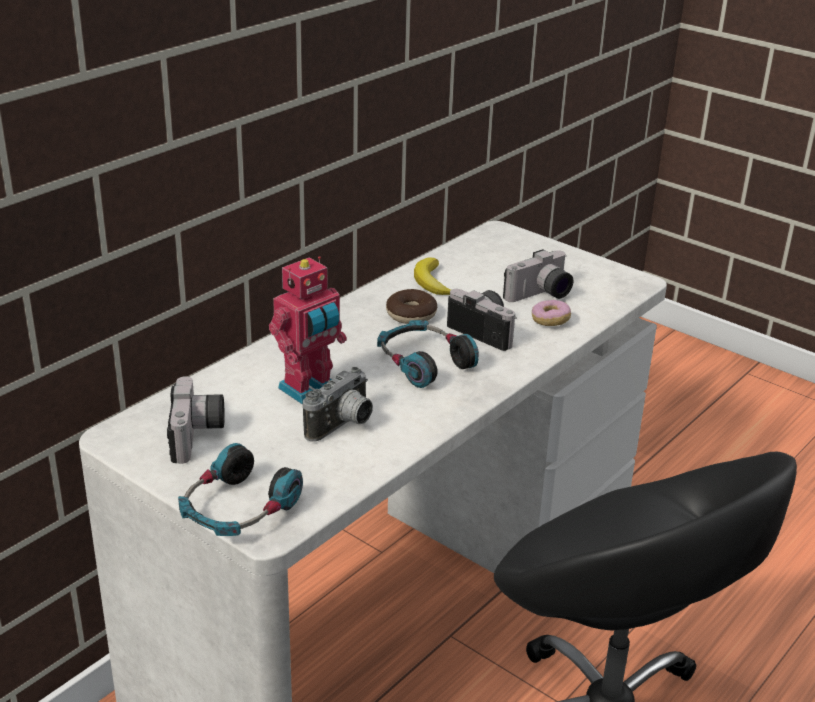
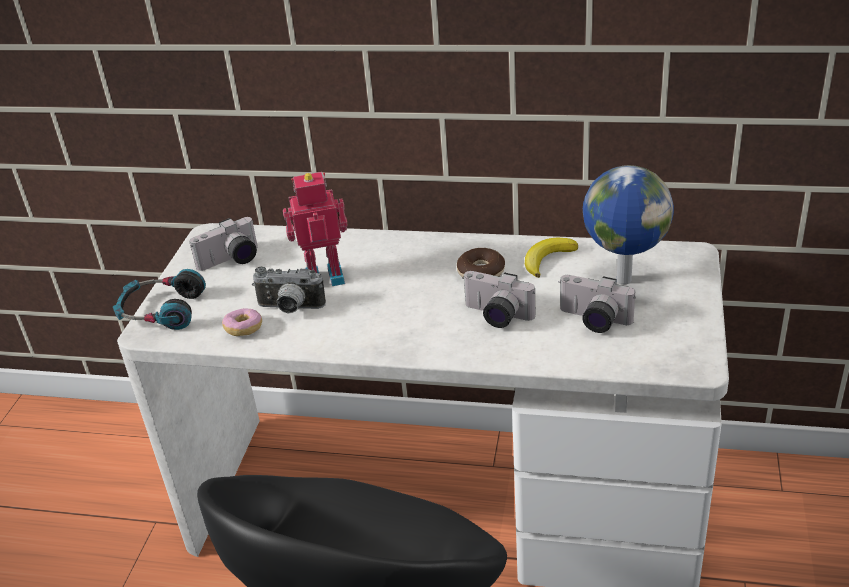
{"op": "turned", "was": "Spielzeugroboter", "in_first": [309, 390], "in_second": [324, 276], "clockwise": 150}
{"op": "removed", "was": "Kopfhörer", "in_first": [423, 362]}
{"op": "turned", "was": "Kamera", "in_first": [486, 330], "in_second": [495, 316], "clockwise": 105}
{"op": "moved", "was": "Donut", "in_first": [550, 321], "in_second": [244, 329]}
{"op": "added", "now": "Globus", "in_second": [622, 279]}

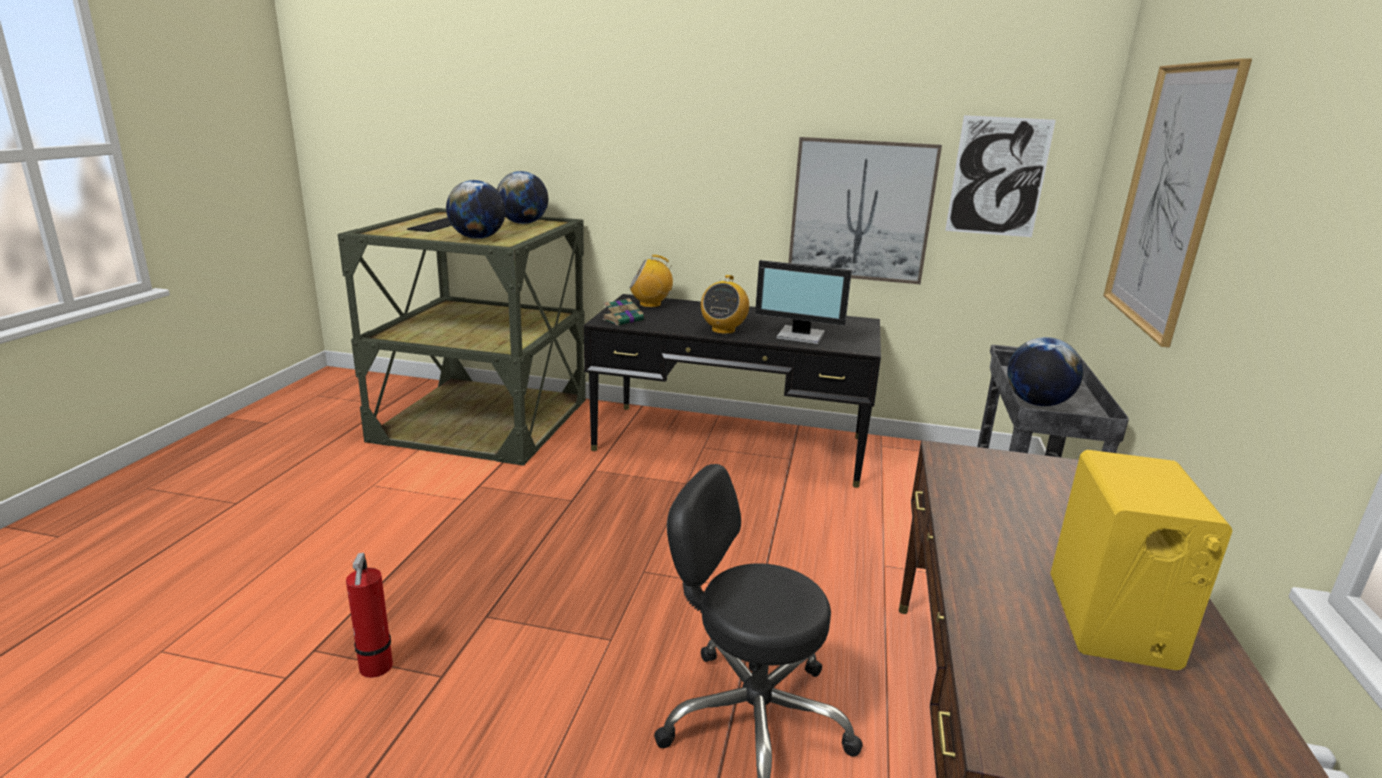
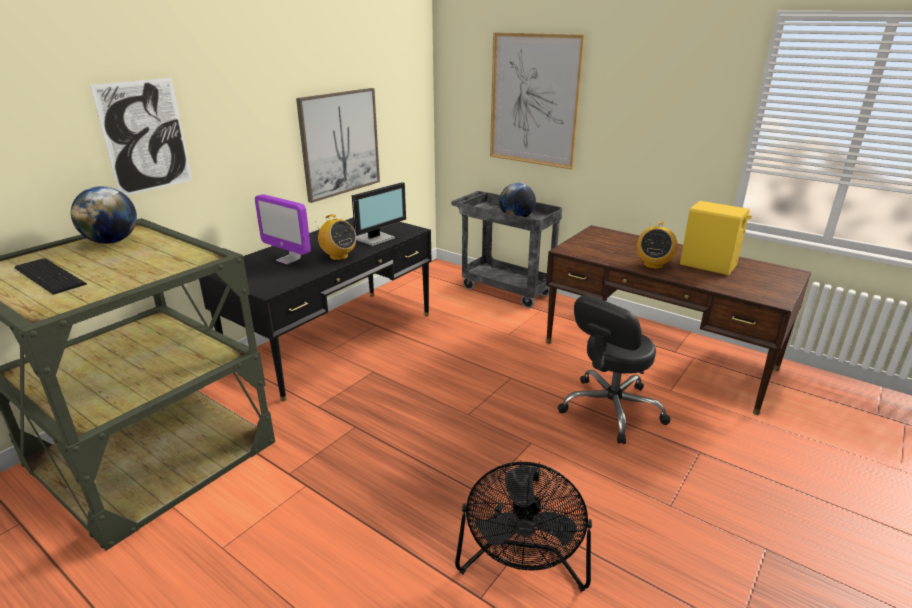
{"op": "replaced", "was": "Feuerlöscher", "now": "Ventilator/schwarz", "in_first": [375, 669], "in_second": [518, 559]}
{"op": "removed", "was": "Globus", "in_first": [478, 238]}
{"op": "removed", "was": "Buch", "in_first": [624, 320]}
{"op": "moved", "was": "Radio", "in_first": [650, 304], "in_second": [653, 265]}
{"op": "moved", "was": "Bild", "in_first": [998, 177], "in_second": [145, 136]}
{"op": "added", "now": "Monitor", "in_second": [288, 259]}

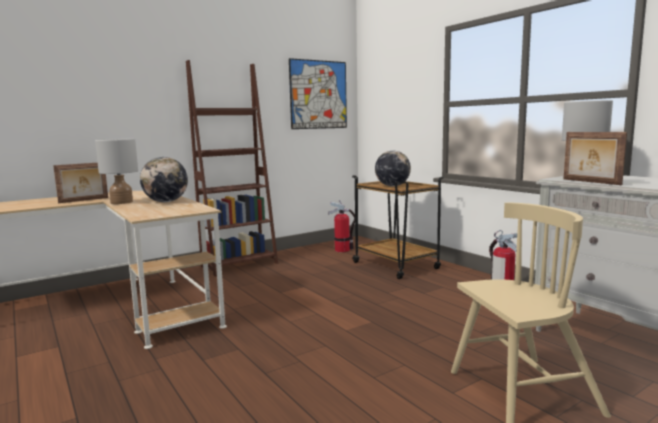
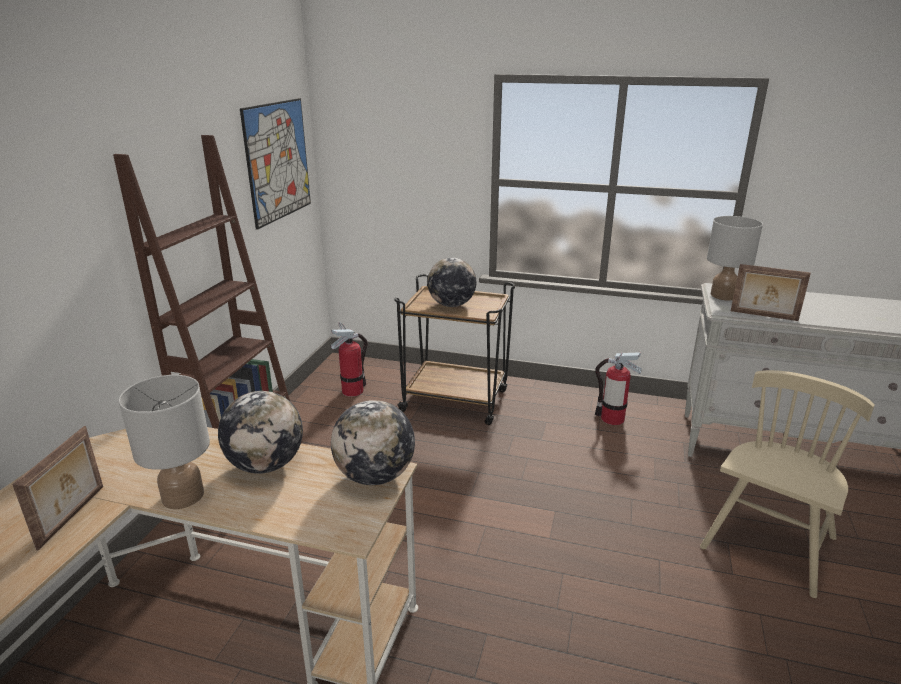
{"op": "added", "now": "Globus", "in_second": [375, 476]}

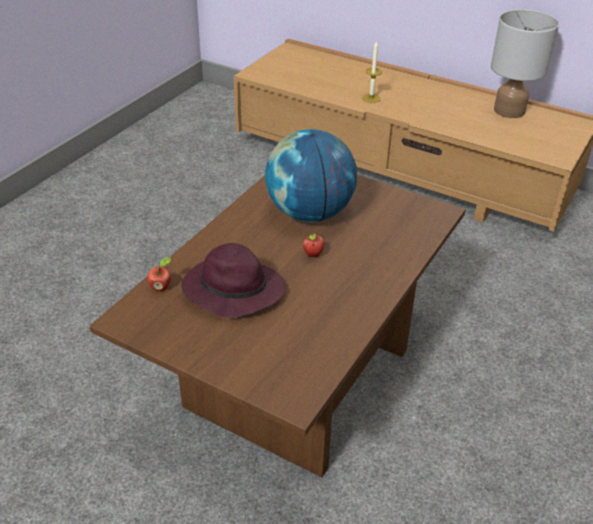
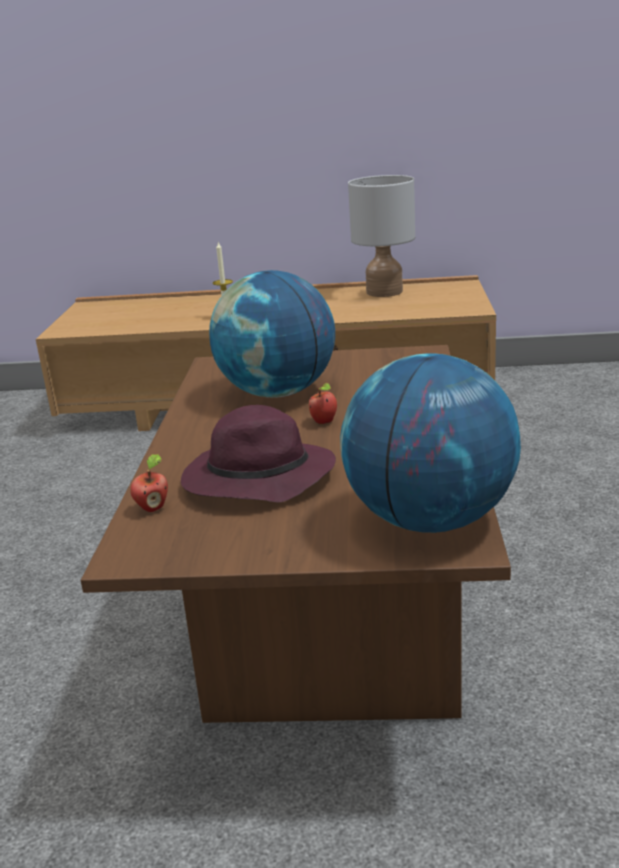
{"op": "added", "now": "Globus", "in_second": [430, 520]}

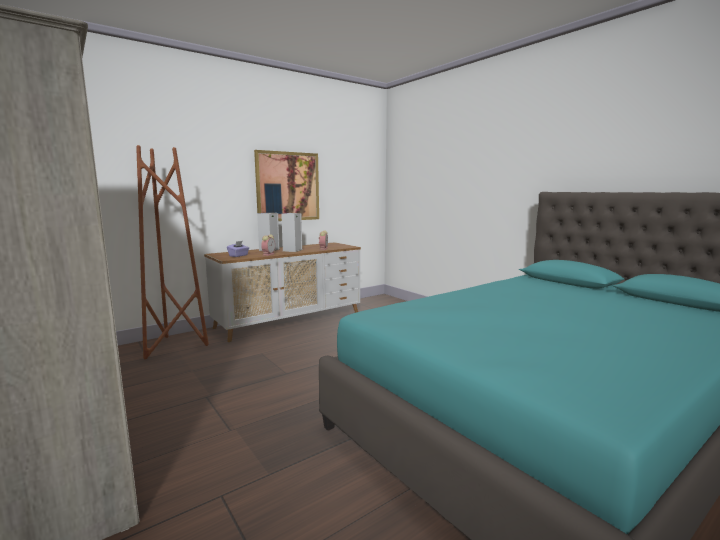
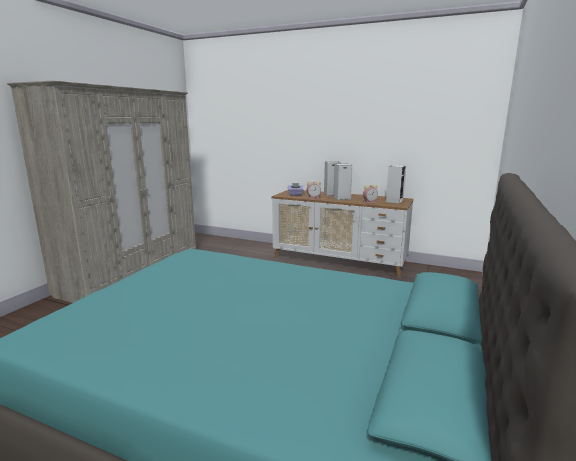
{"op": "removed", "was": "Kleiderständer/braun", "in_first": [174, 347]}
{"op": "removed", "was": "Bild", "in_first": [288, 186]}
{"op": "added", "now": "Lautsprecher", "in_second": [394, 201]}

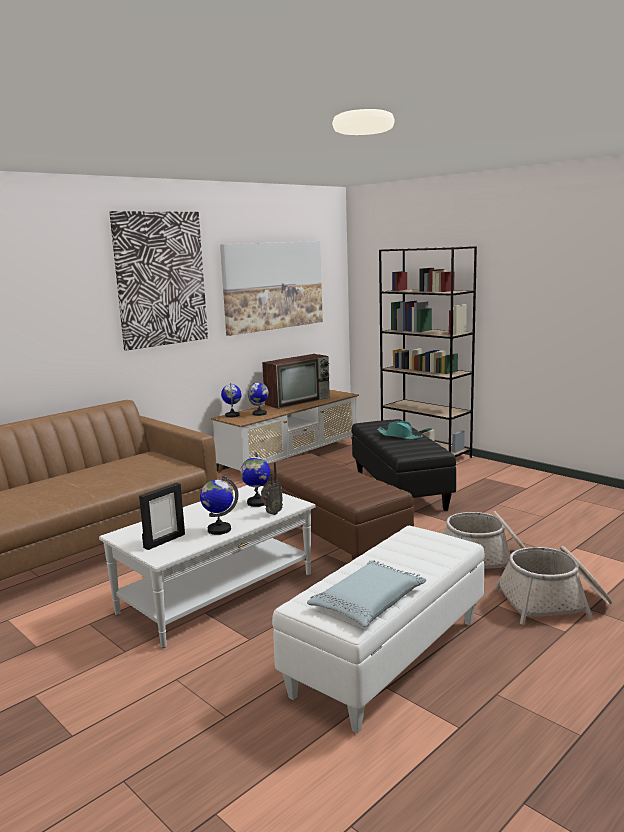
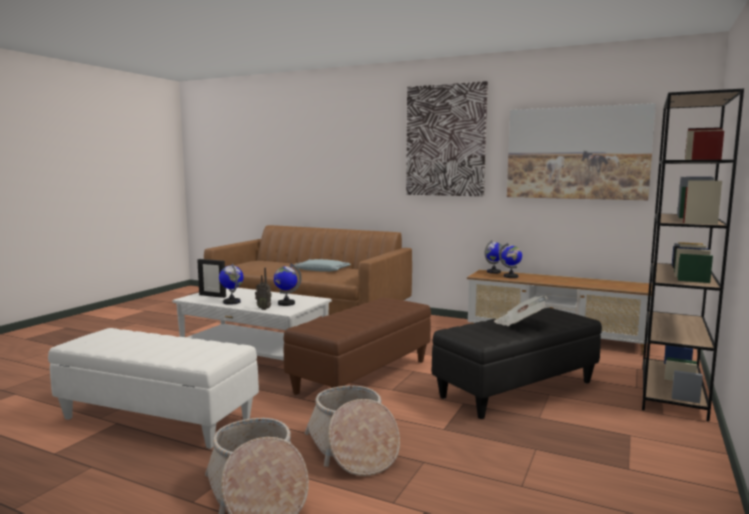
{"op": "removed", "was": "Fernseher", "in_first": [298, 401]}
{"op": "moved", "was": "Kissen/blau", "in_first": [368, 599], "in_second": [322, 269]}
{"op": "replaced", "was": "Hut/türkis", "now": "Zeitung", "in_first": [399, 436], "in_second": [520, 324]}

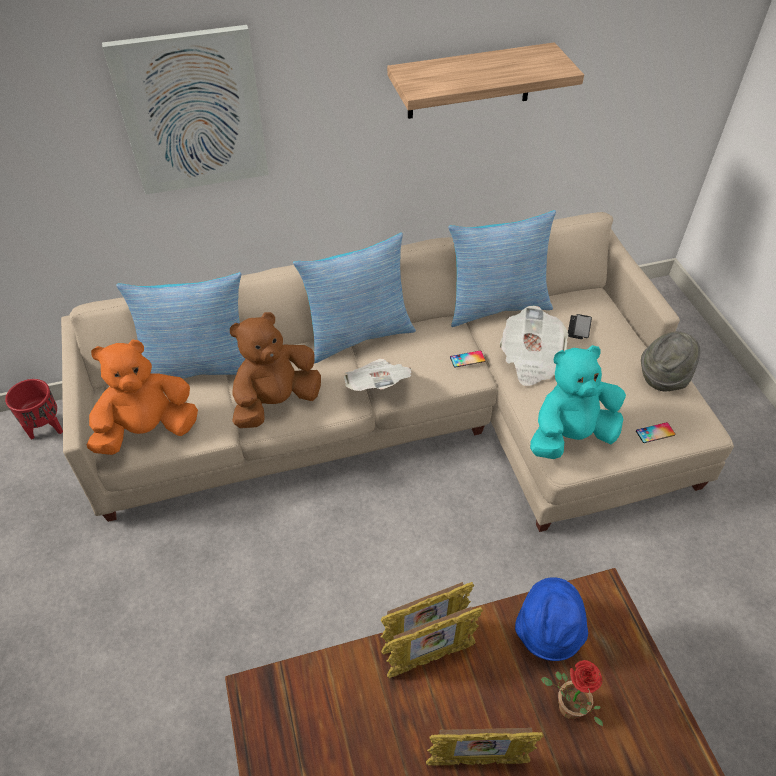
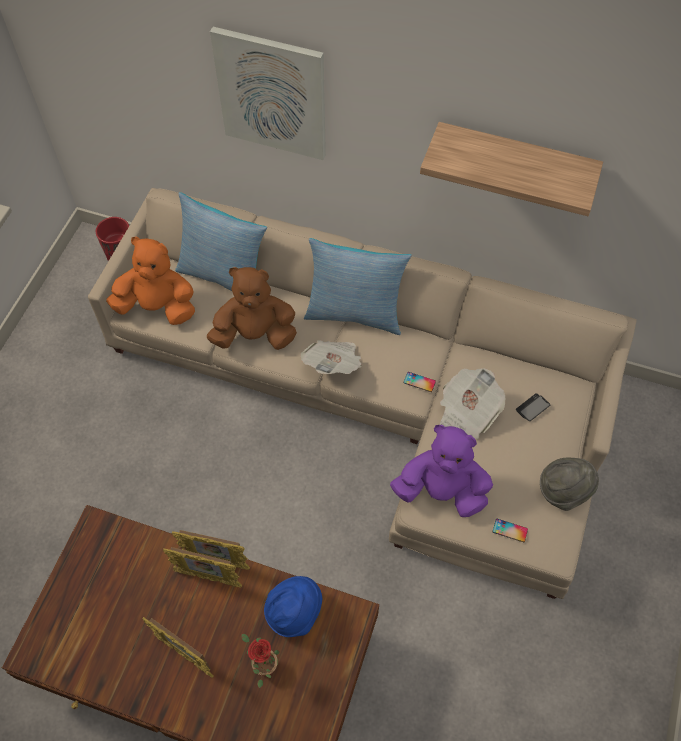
{"op": "removed", "was": "Kissen", "in_first": [496, 306]}
{"op": "recoloured", "was": "Plüschtier/türkis", "now": "Plüschtier/lila", "in_first": [570, 436], "in_second": [441, 491]}

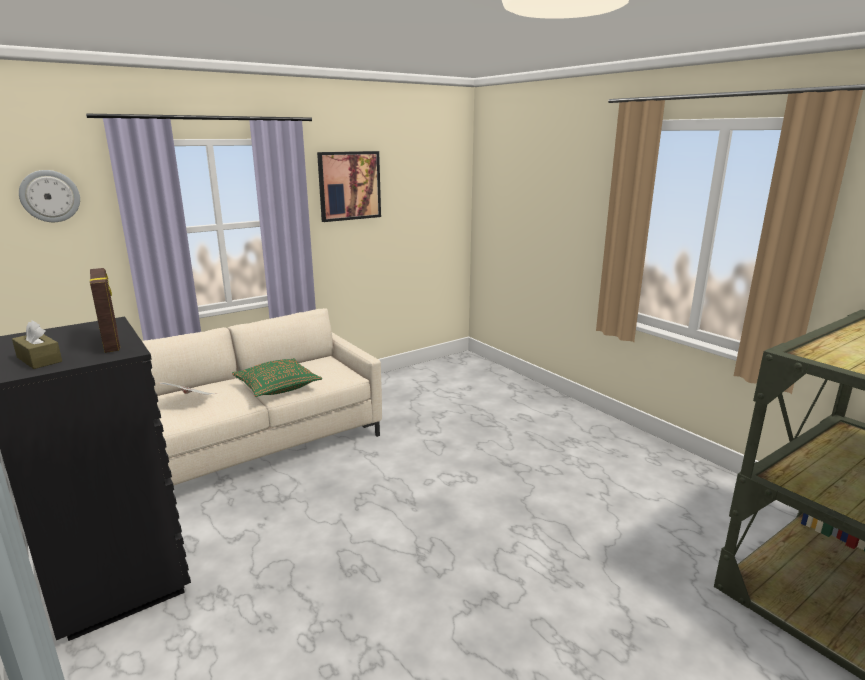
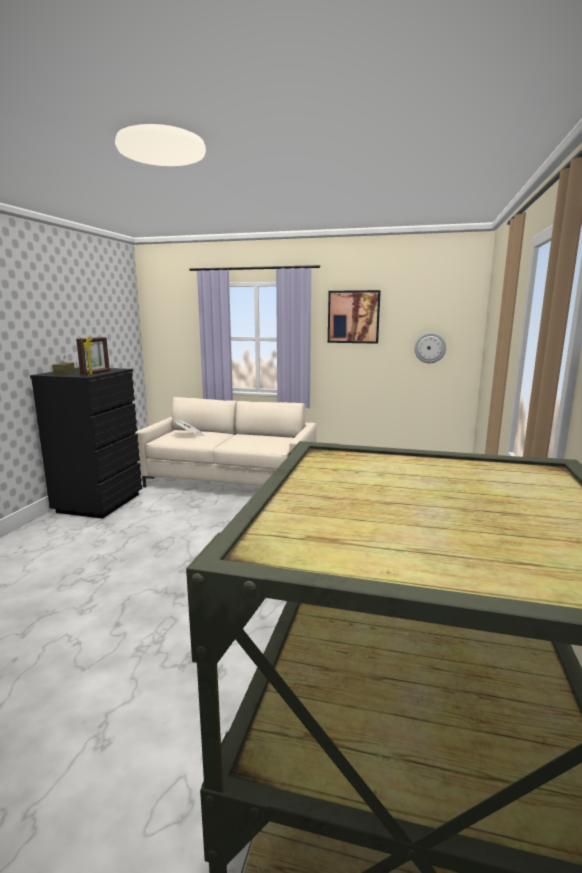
{"op": "moved", "was": "Wanduhr", "in_first": [50, 196], "in_second": [430, 347]}
{"op": "removed", "was": "Kissen/grün", "in_first": [277, 387]}

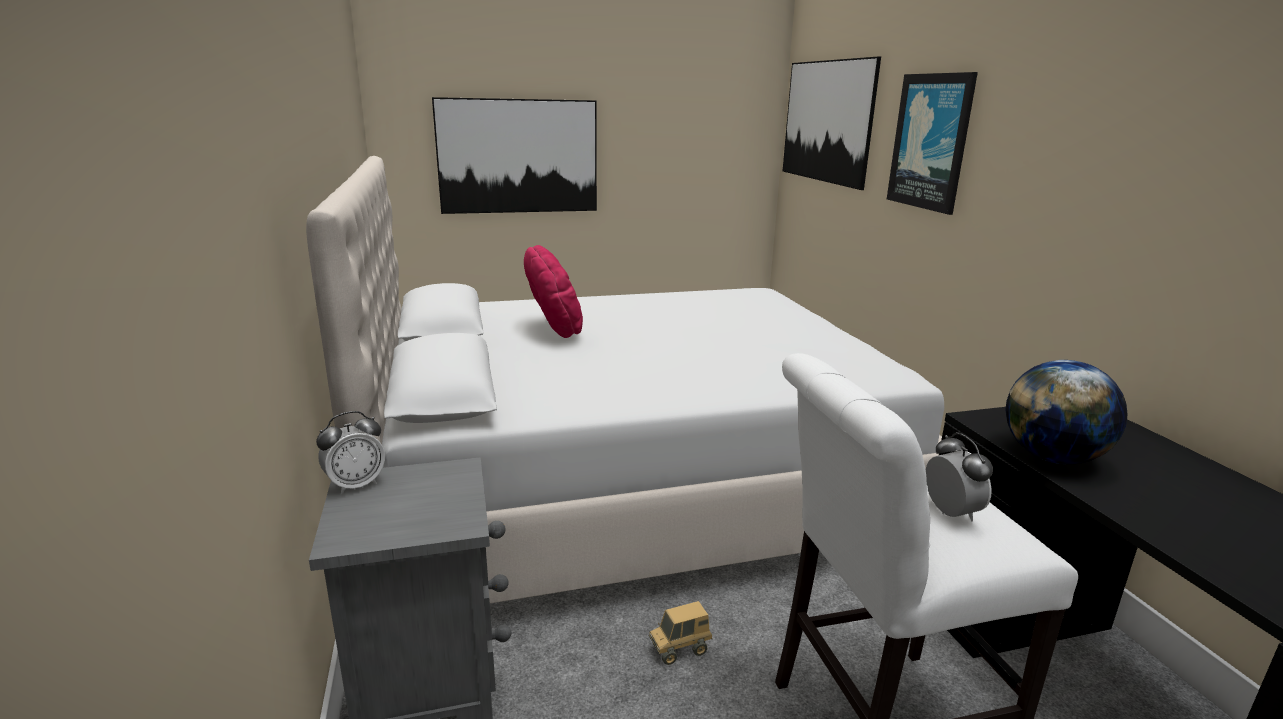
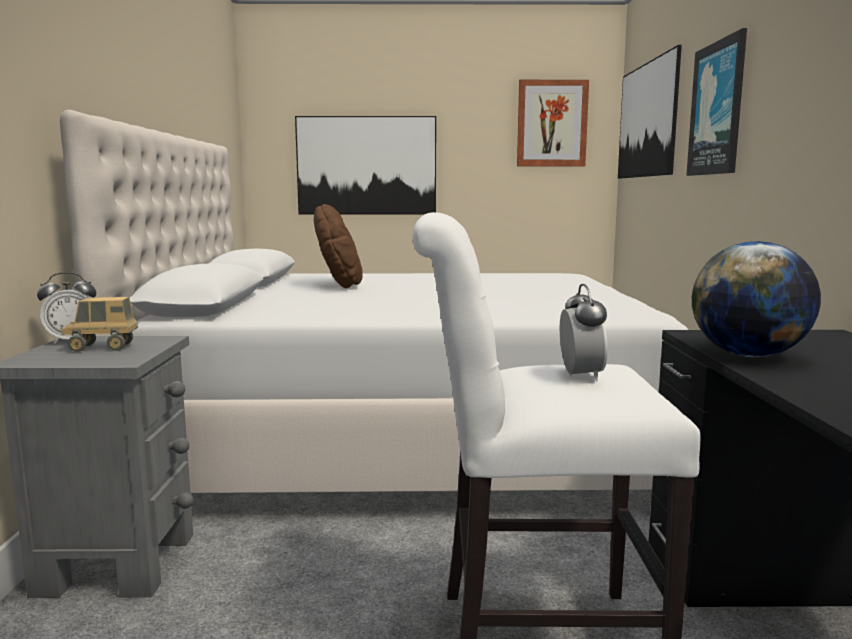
{"op": "recoloured", "was": "Kissen/rosa", "now": "Kissen/braun", "in_first": [553, 333], "in_second": [339, 286]}
{"op": "moved", "was": "Spielzeuglaster", "in_first": [680, 650], "in_second": [102, 348]}
{"op": "added", "now": "Bild", "in_second": [552, 123]}

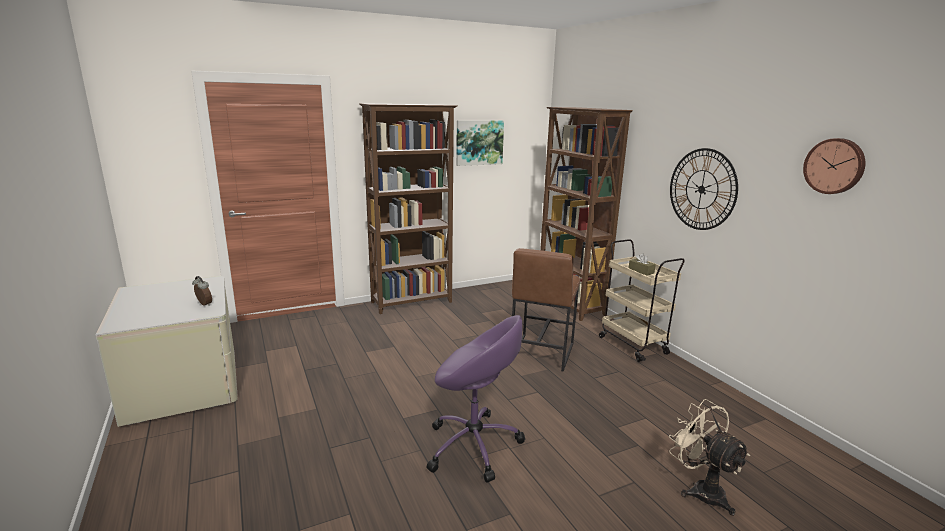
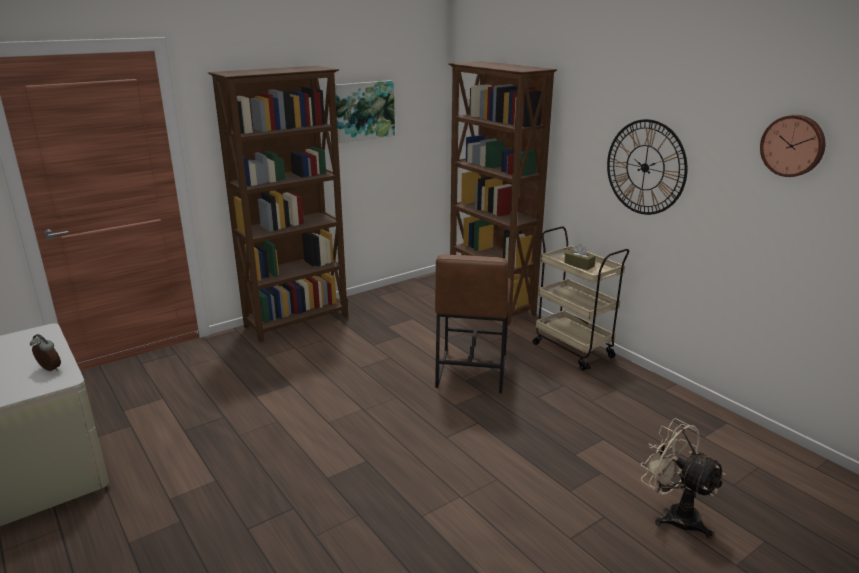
{"op": "removed", "was": "Bürostuhl/lila", "in_first": [475, 446]}

